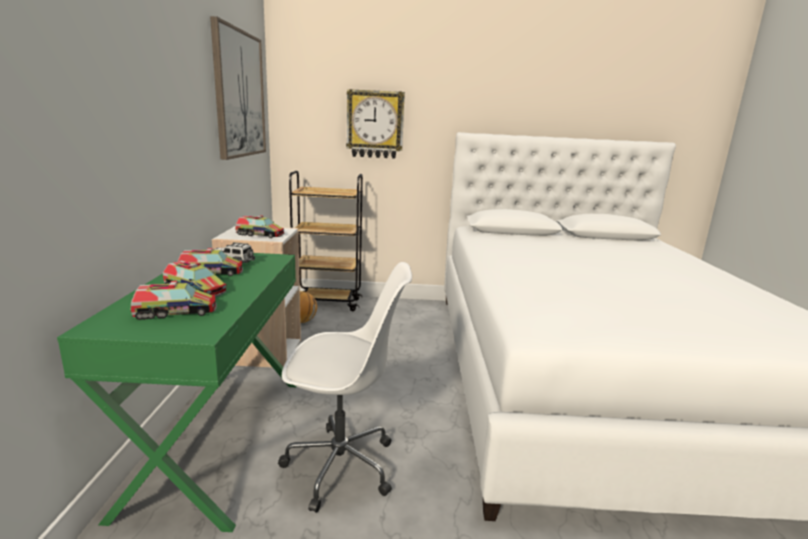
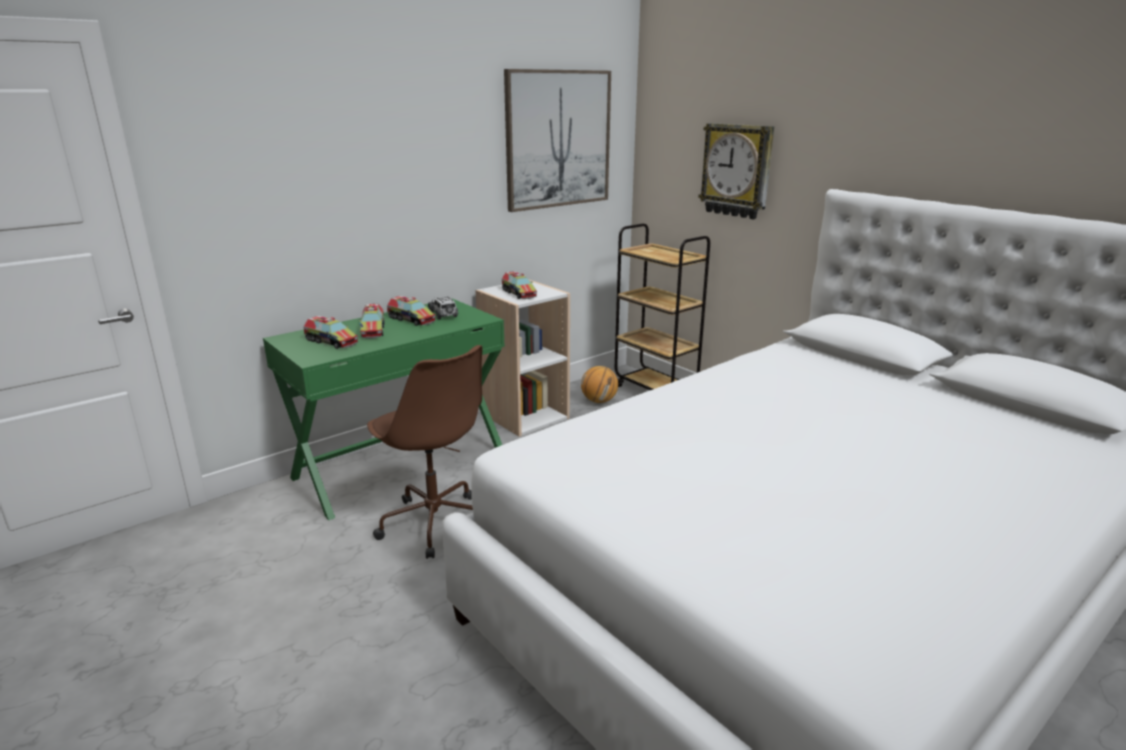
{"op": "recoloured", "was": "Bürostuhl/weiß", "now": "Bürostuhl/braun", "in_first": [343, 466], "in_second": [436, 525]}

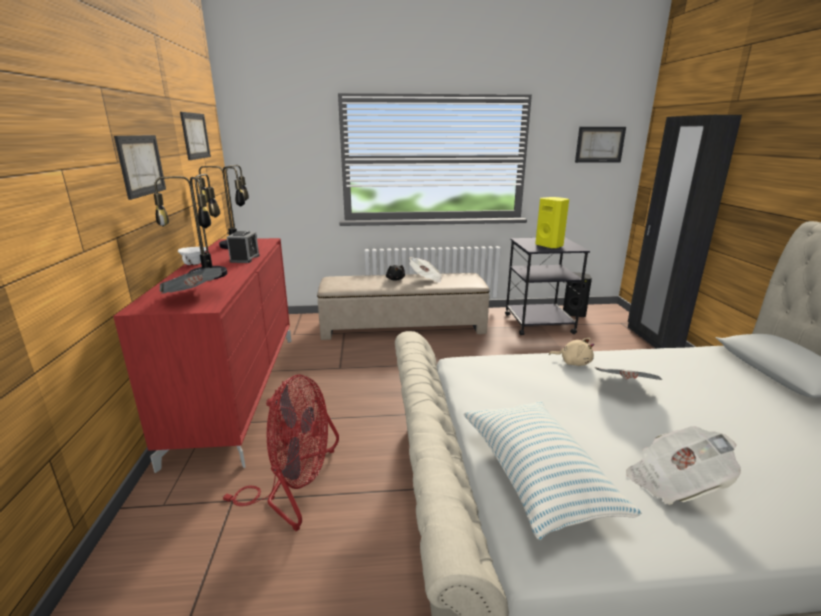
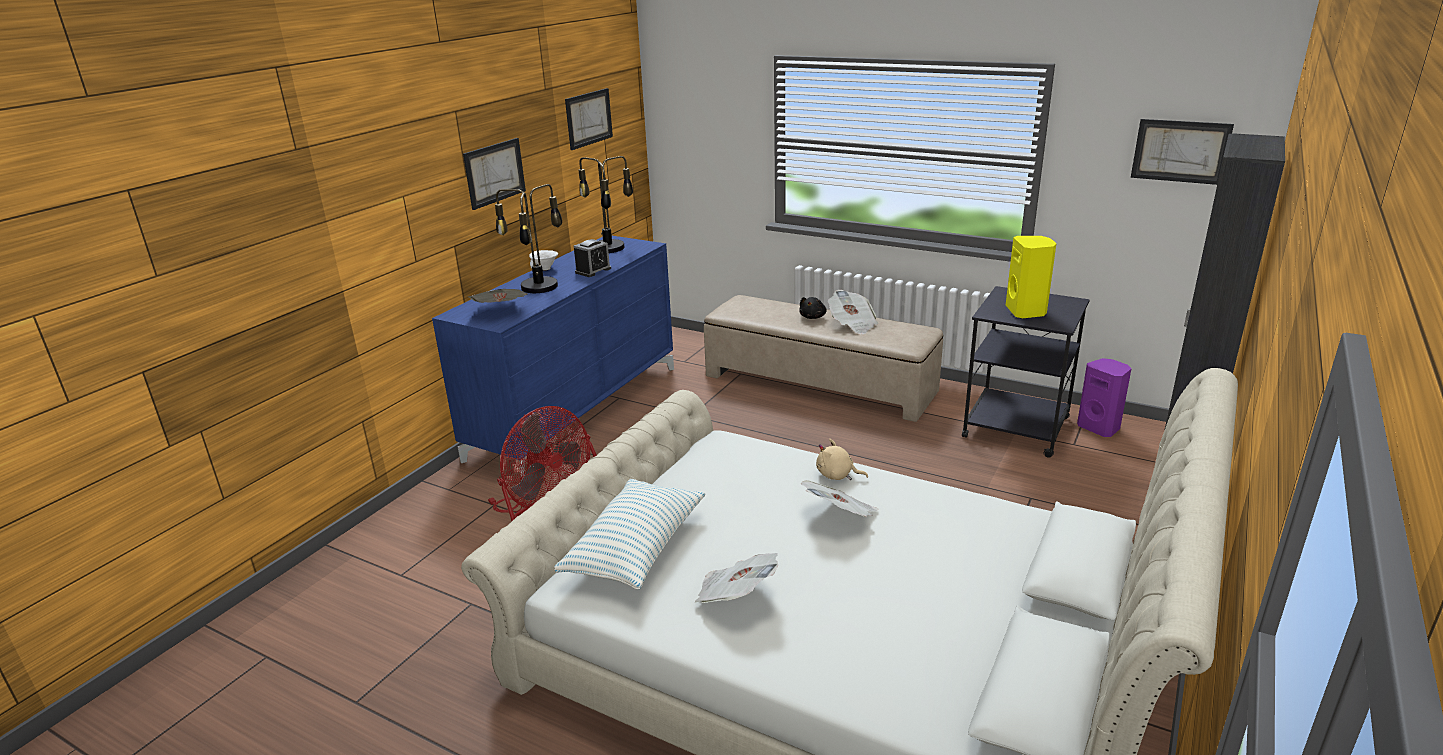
{"op": "recoloured", "was": "Kommode/rot", "now": "Kommode/blau", "in_first": [238, 391], "in_second": [576, 411]}
{"op": "turned", "was": "Plüschtier/beige", "in_first": [573, 362], "in_second": [837, 475], "clockwise": 135}
{"op": "recoloured", "was": "Lautsprecher/schwarz", "now": "Lautsprecher/lila", "in_first": [574, 313], "in_second": [1099, 427]}

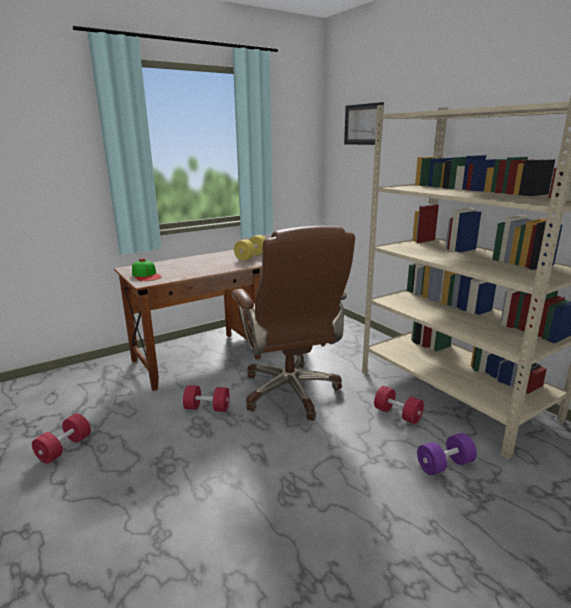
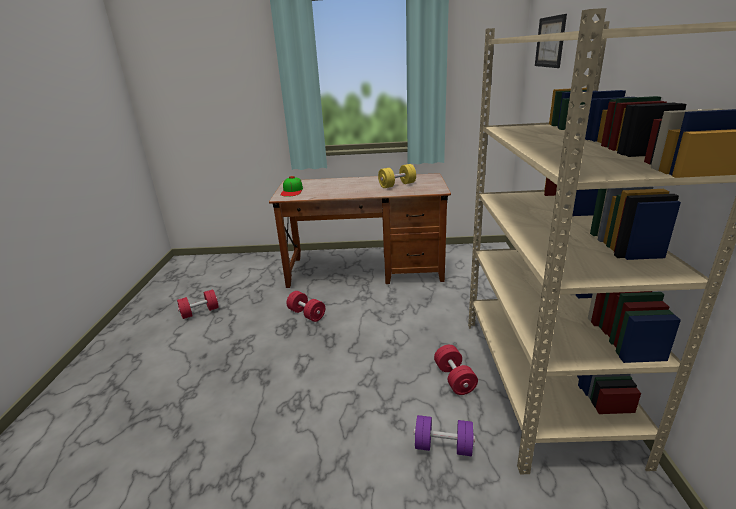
{"op": "removed", "was": "Bürostuhl/braun", "in_first": [290, 394]}

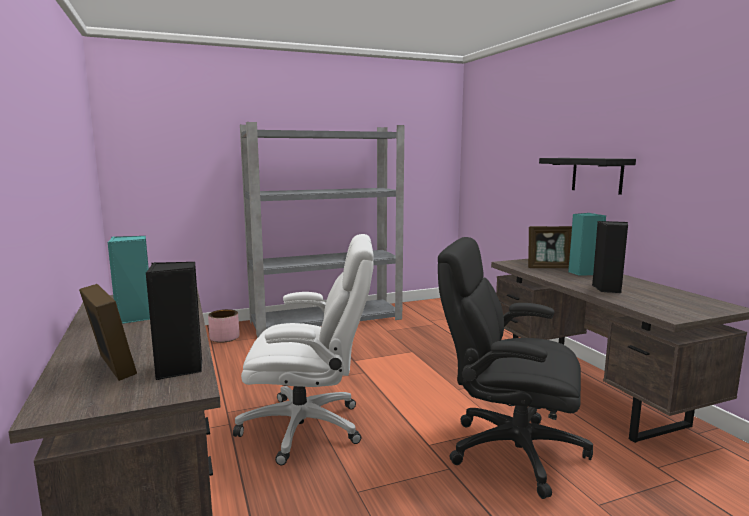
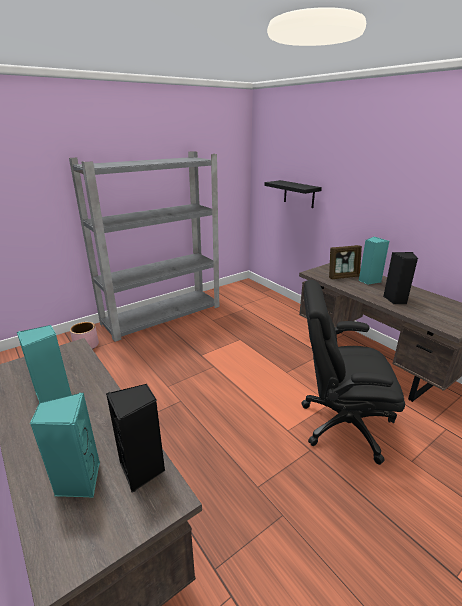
{"op": "replaced", "was": "Bilderrahmen", "now": "Lautsprecher/türkis", "in_first": [111, 367], "in_second": [78, 481]}
{"op": "removed", "was": "Bürostuhl/weiß", "in_first": [311, 428]}
{"op": "moved", "was": "Wandregal/schwarz", "in_first": [597, 175], "in_second": [299, 194]}

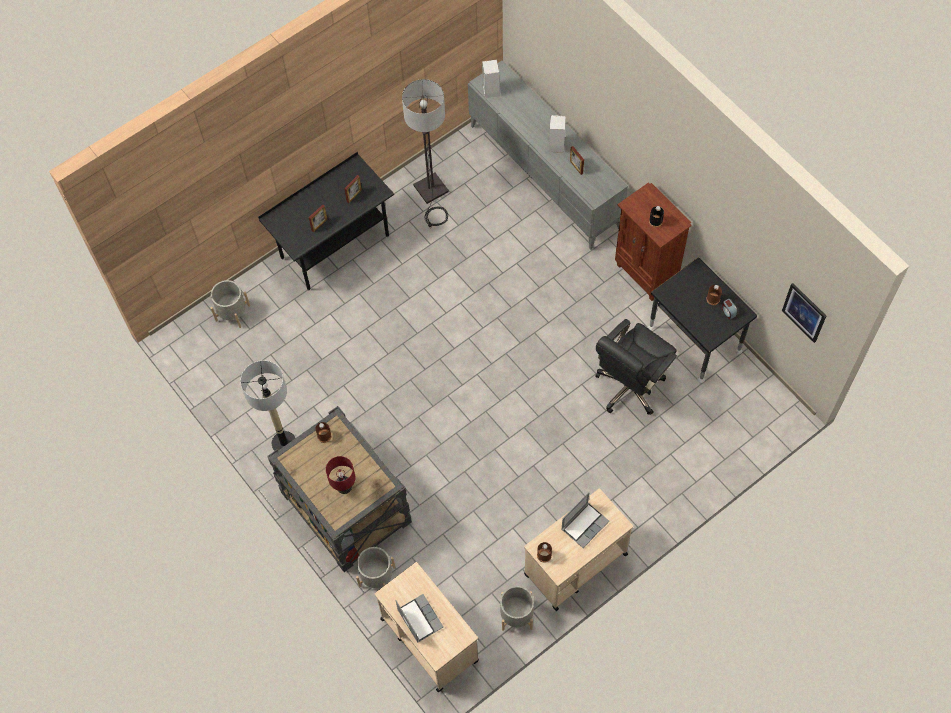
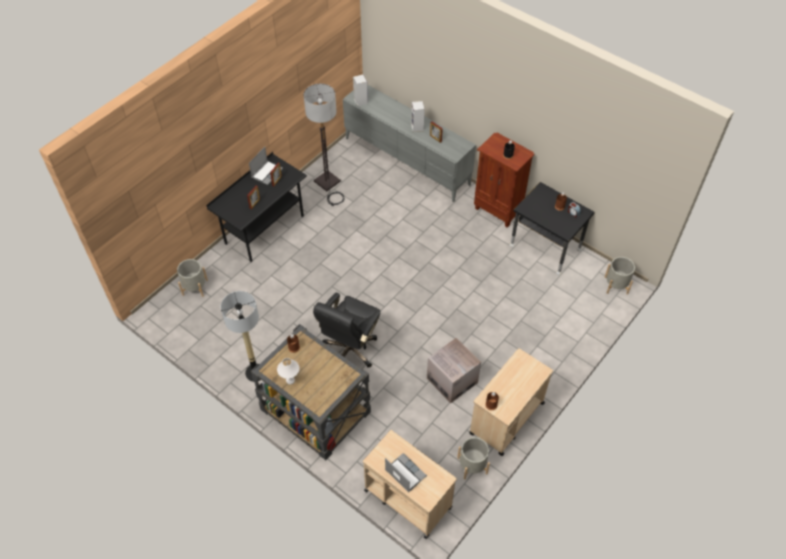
{"op": "removed", "was": "Tischlampe/rot", "in_first": [344, 486]}
{"op": "moved", "was": "Pflanzkübel/grau", "in_first": [377, 576], "in_second": [616, 285]}
{"op": "moved", "was": "Laptop", "in_first": [584, 524], "in_second": [267, 173]}
{"op": "moved", "was": "Bürostuhl/schwarz", "in_first": [630, 385], "in_second": [350, 348]}
{"op": "removed", "was": "Bild", "in_first": [804, 312]}
{"op": "added", "now": "Tischlampe/weiß", "in_second": [290, 380]}
{"op": "added", "now": "Karton", "in_second": [452, 380]}

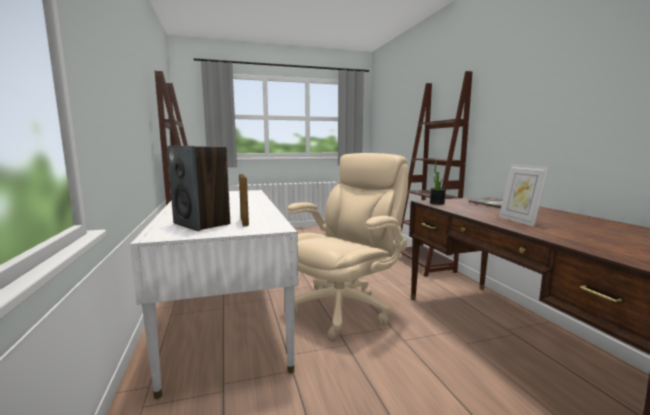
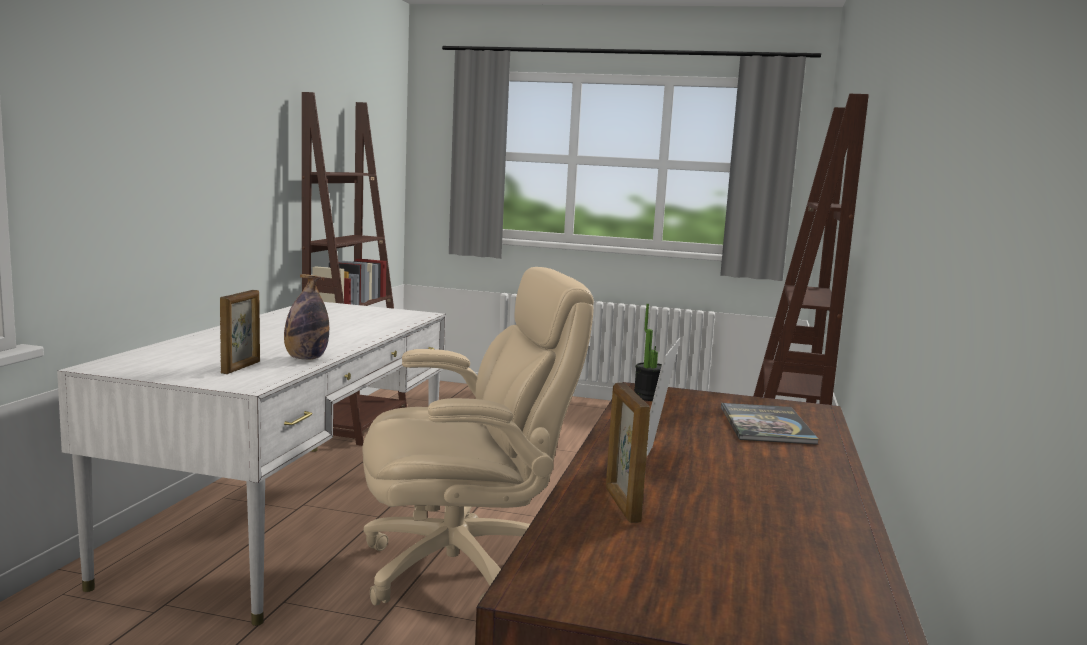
{"op": "removed", "was": "Lautsprecher", "in_first": [202, 224]}
{"op": "added", "now": "Flasche", "in_second": [306, 358]}
{"op": "added", "now": "Bilderrahmen", "in_second": [622, 505]}

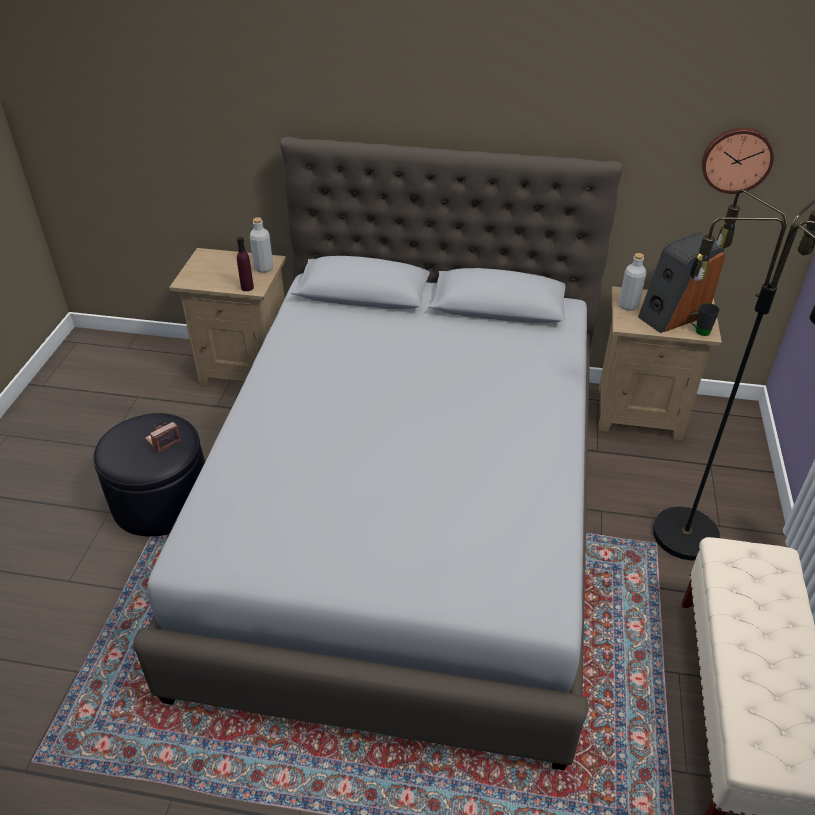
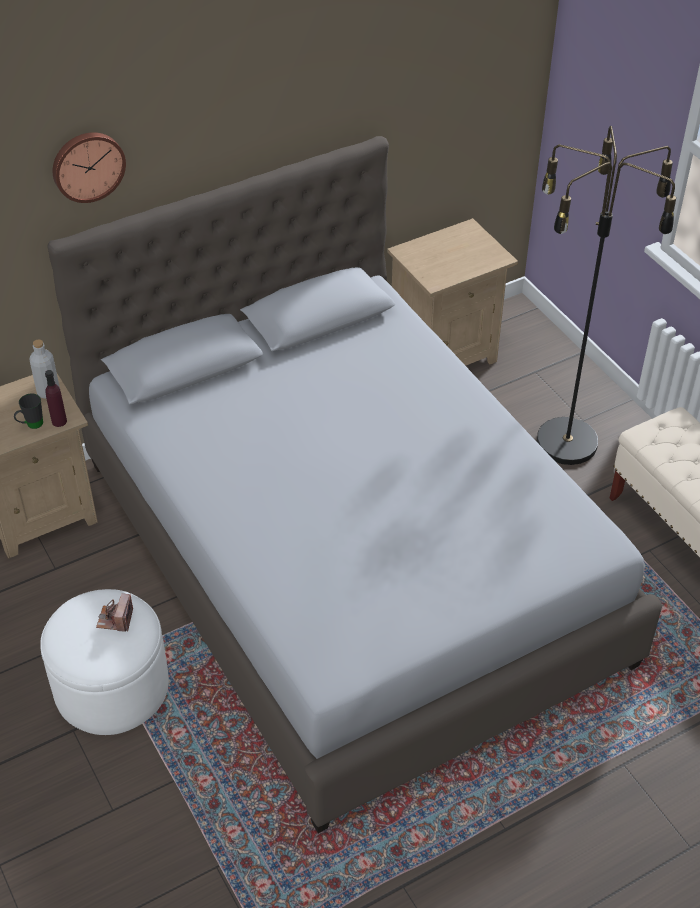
{"op": "recoloured", "was": "Polsterhocker/schwarz", "now": "Polsterhocker/weiß", "in_first": [161, 500], "in_second": [111, 687]}
{"op": "removed", "was": "Flasche/grau", "in_first": [628, 305]}
{"op": "removed", "was": "Lautsprecher", "in_first": [672, 315]}
{"op": "moved", "was": "Henkelbecher/schwarz", "in_first": [698, 331], "in_second": [31, 425]}
{"op": "moved", "was": "Wanduhr", "in_first": [736, 159], "in_second": [87, 165]}

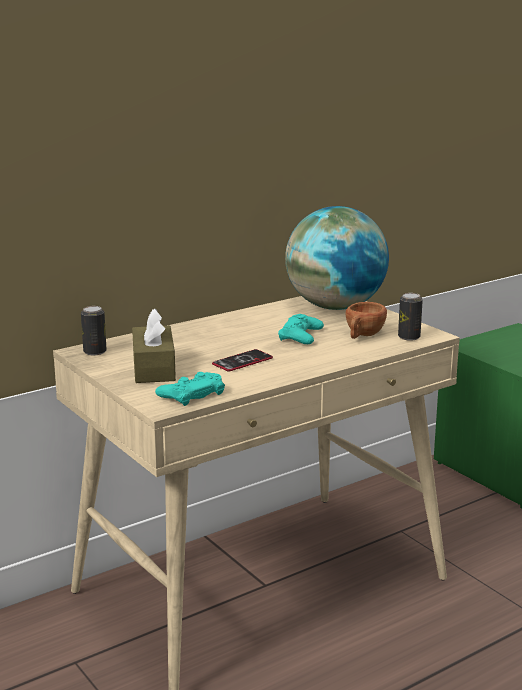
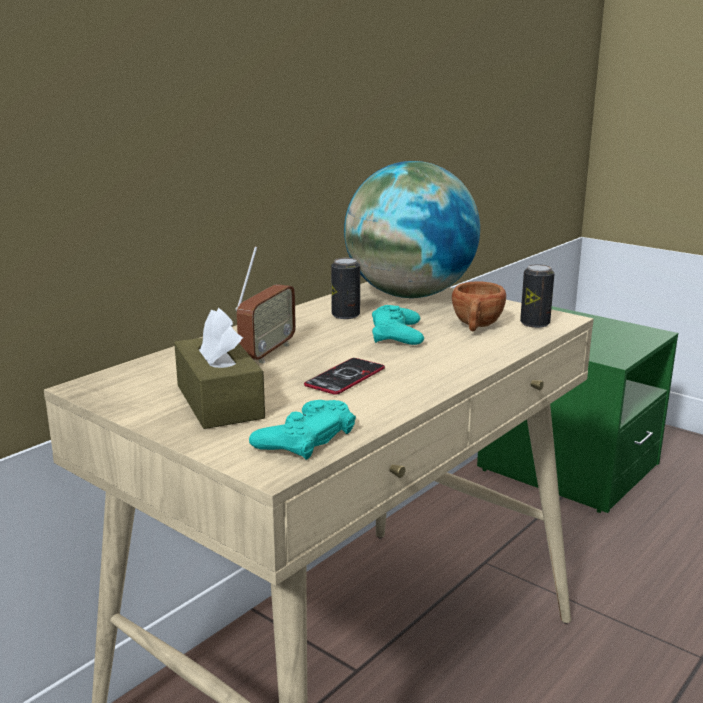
{"op": "moved", "was": "Dose", "in_first": [95, 352], "in_second": [345, 315]}
{"op": "added", "now": "Radio", "in_second": [267, 352]}

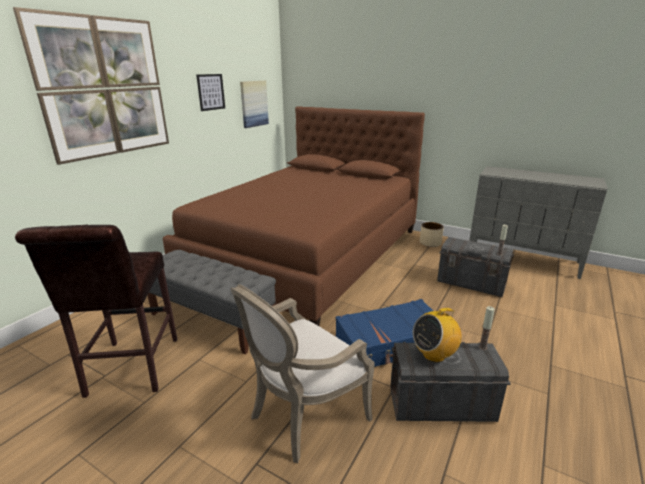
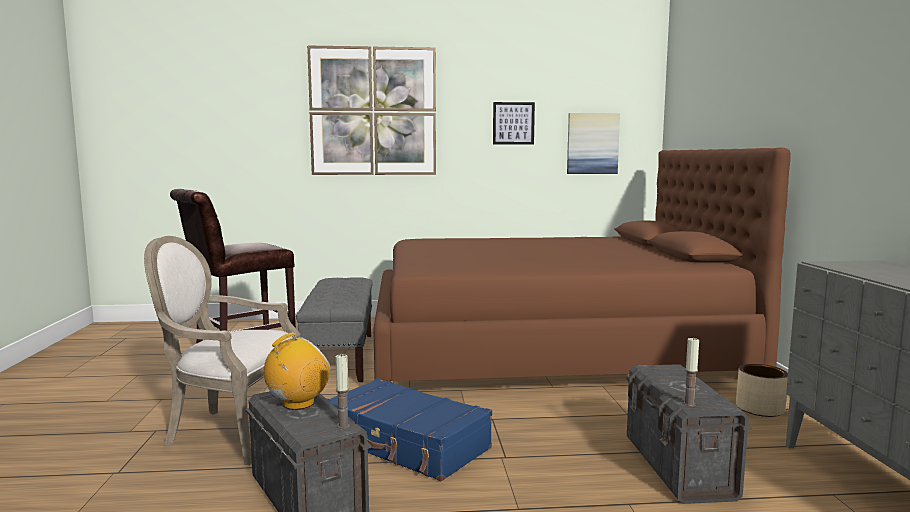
{"op": "turned", "was": "Radio", "in_first": [434, 354], "in_second": [298, 404], "clockwise": 105}

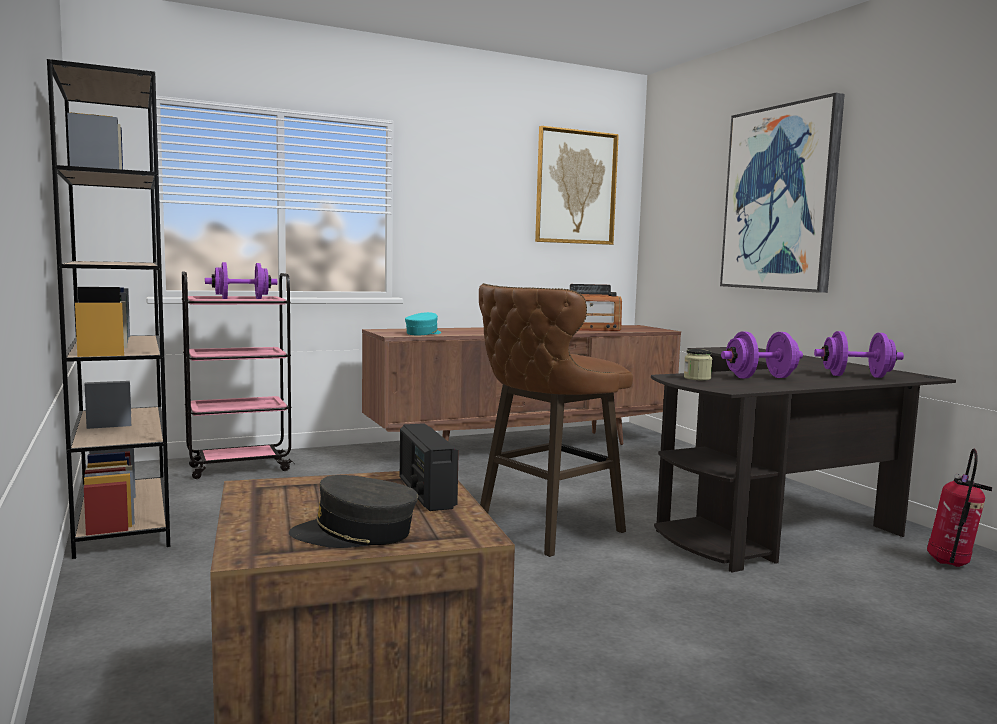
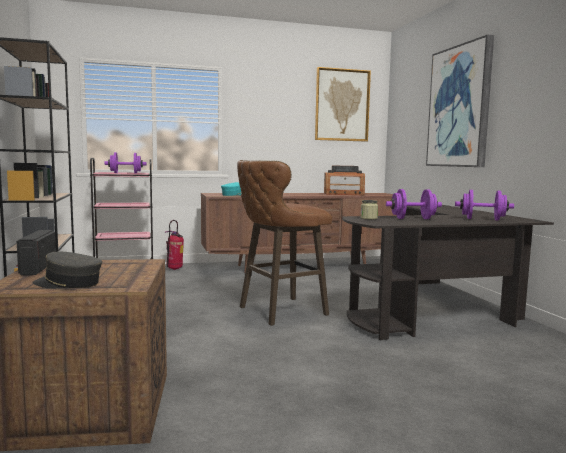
{"op": "moved", "was": "Radio", "in_first": [425, 493], "in_second": [37, 268]}
{"op": "moved", "was": "Feuerlöscher", "in_first": [951, 564], "in_second": [174, 269]}

